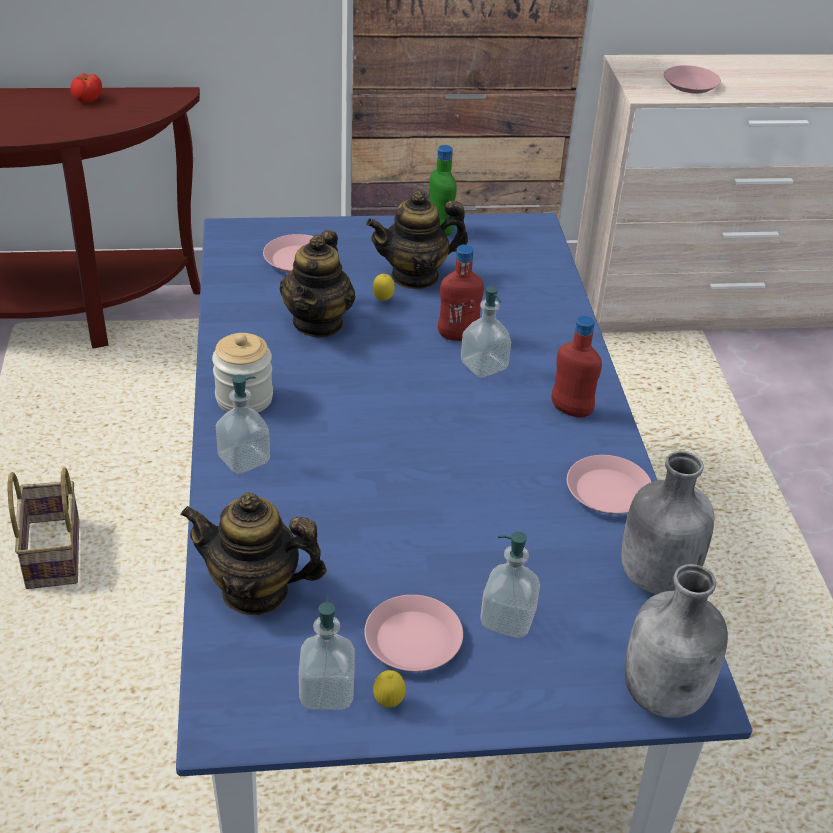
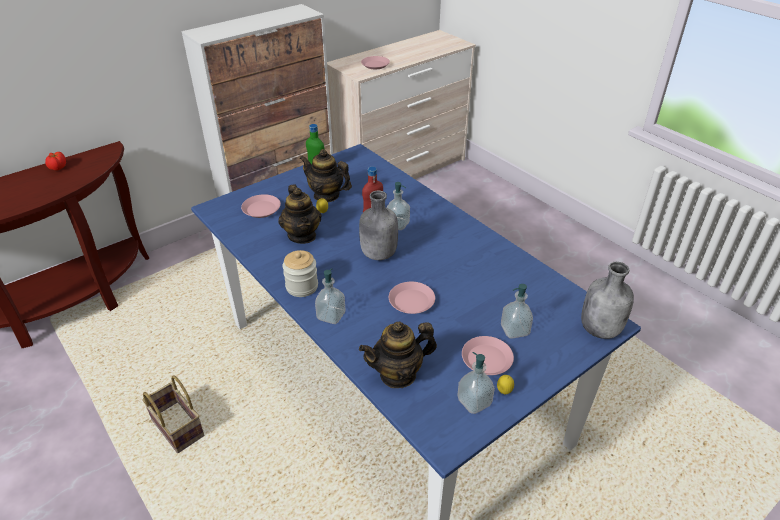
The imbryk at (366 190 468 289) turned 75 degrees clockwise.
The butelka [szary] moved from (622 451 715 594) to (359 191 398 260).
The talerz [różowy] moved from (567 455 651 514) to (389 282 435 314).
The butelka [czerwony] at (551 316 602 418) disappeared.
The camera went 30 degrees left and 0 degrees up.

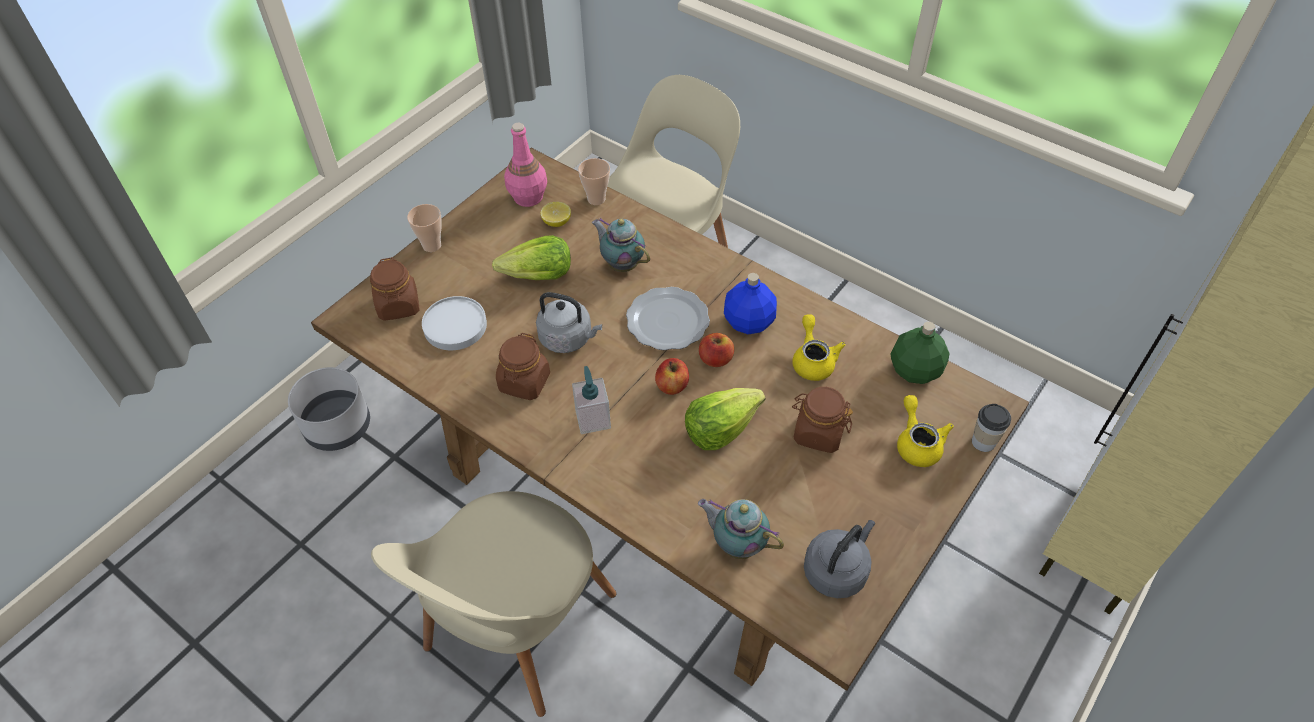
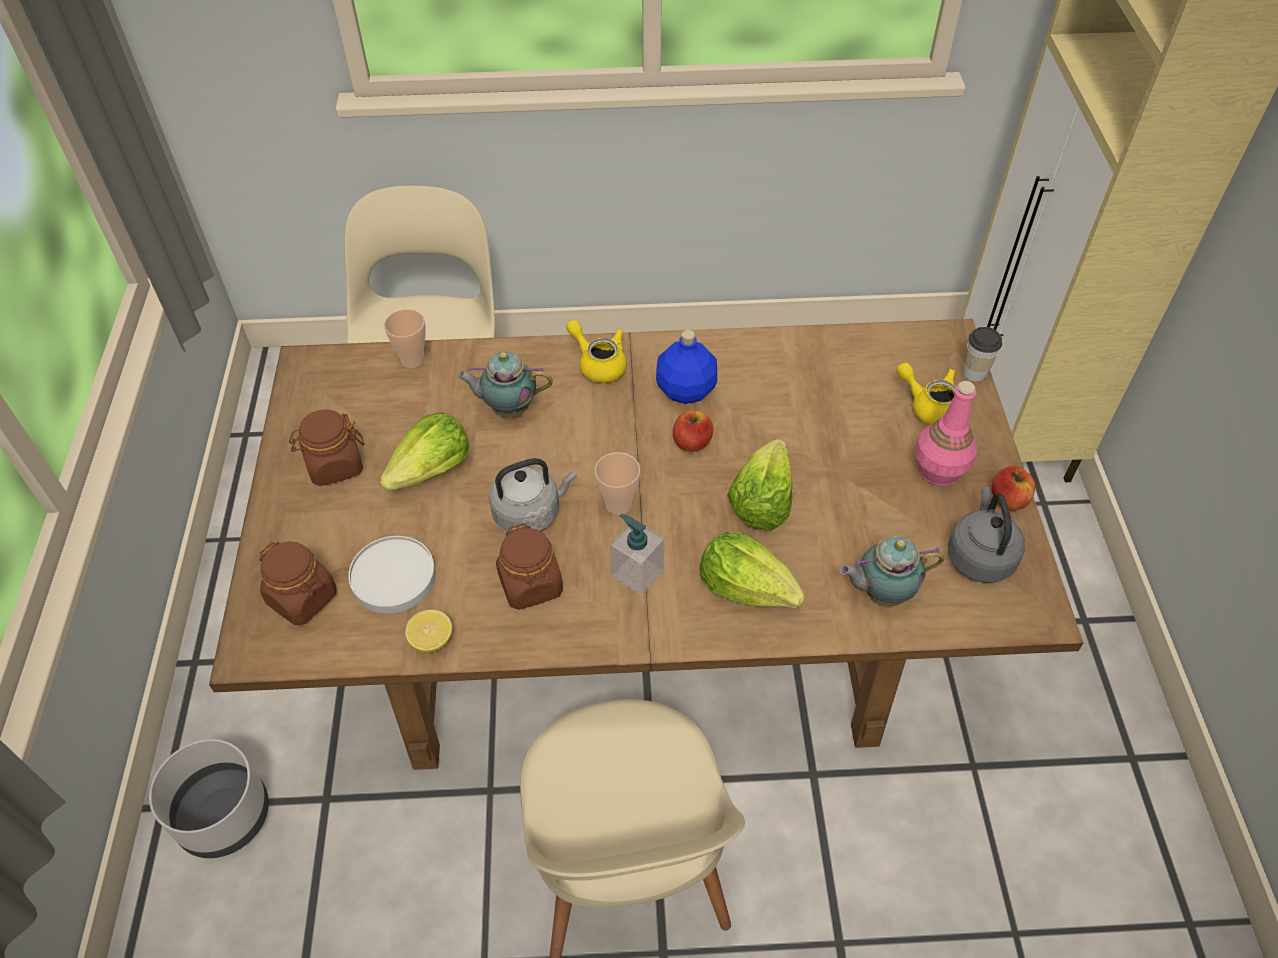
The słoik [brązowy] moved from (792 387 853 453) to (289 409 364 486).
The cytryna moved from (540 202 571 227) to (405 610 452 653).
The imbryk [żółty] moved from (792 314 846 381) to (566 320 627 383).
The filiżanka moved from (407 204 442 252) to (595 452 640 515).
The sałata at (700 532 806 608) appeared.
The butelka [różowy] moved from (504 123 547 207) to (915 381 977 486).
The jabłko moved from (655 358 689 395) to (992 466 1035 510).
The talerz at (626 287 710 350) disappeared.
The butelka [zielony] at (891 321 950 384) disappeared.
The camera went 40 degrees left and 0 degrees up.

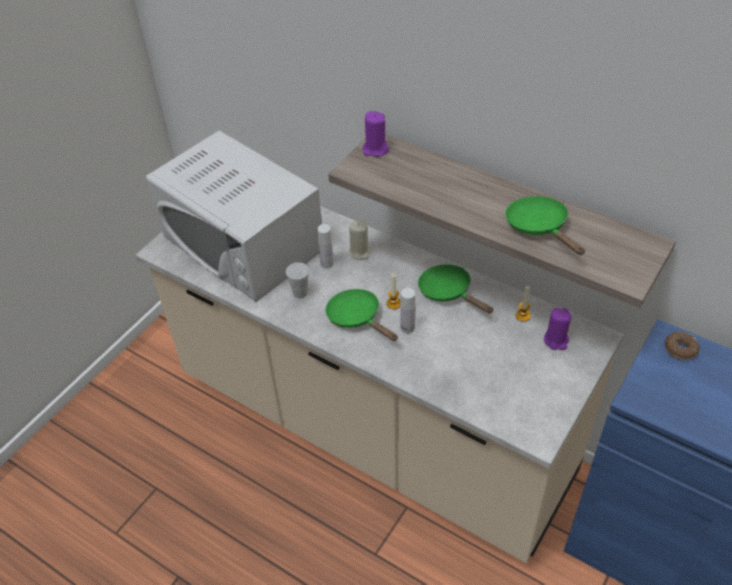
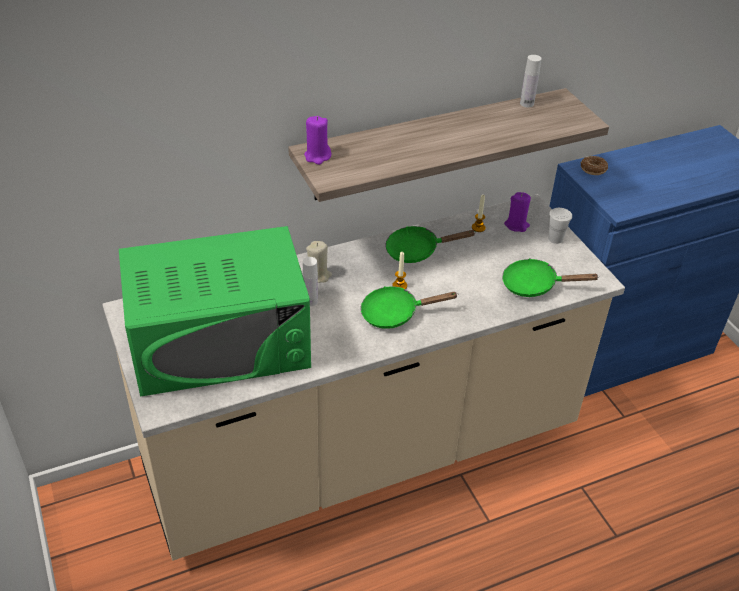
The mikrofalówka [biały] at (146 131 322 302) became the mikrofalówka [zielony] at (119 226 311 396).
The patelnia [zielony] moved from (505 196 585 255) to (502 258 600 297).
The butelka [biały] moved from (400 288 415 334) to (520 55 542 107).
The filiżanka [biały] moved from (286 262 309 298) to (549 208 572 244).
The camera went 60 degrees left and 5 degrees down.

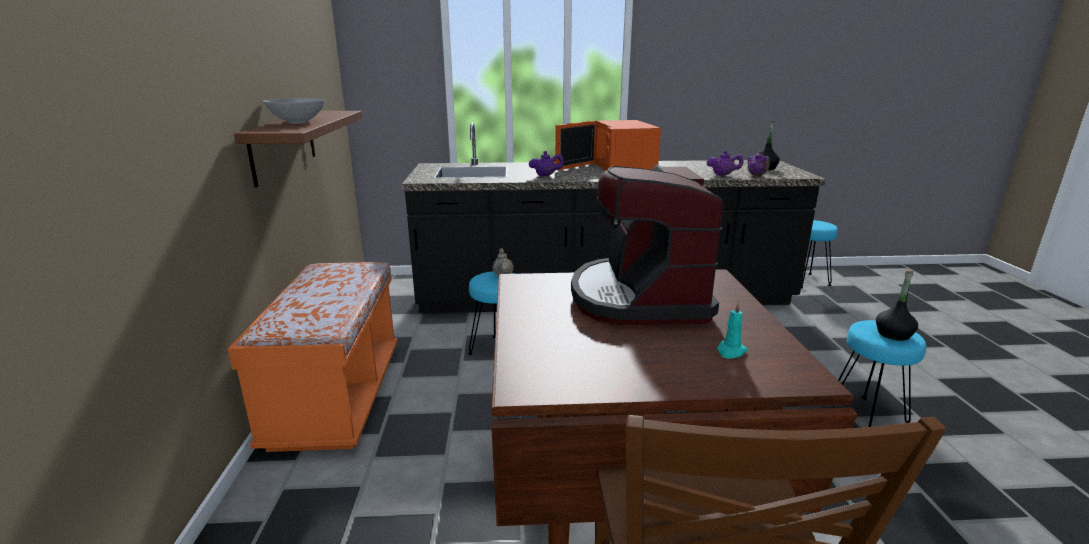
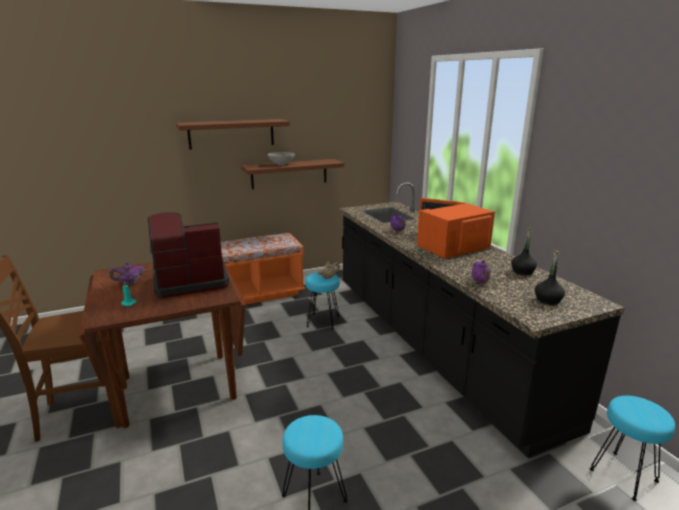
The imbryk [fioletowy] moved from (747 151 770 176) to (109 262 145 285).
The półka [brązowy] at (176 119 290 150) appeared.
The butelka [czarny] moved from (876 270 918 341) to (511 228 537 275).
The camera went 70 degrees right and 0 degrees up.

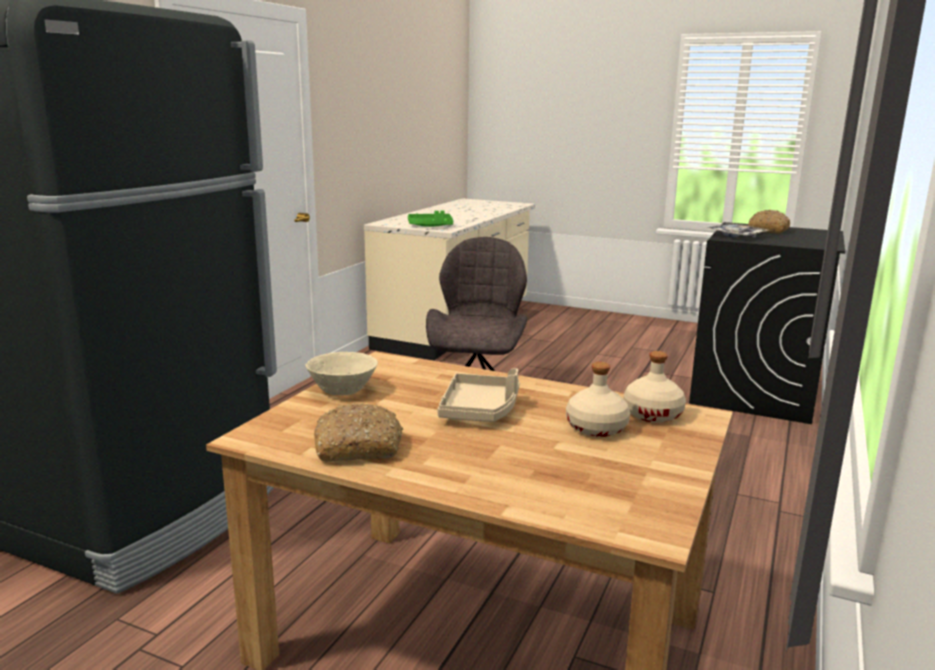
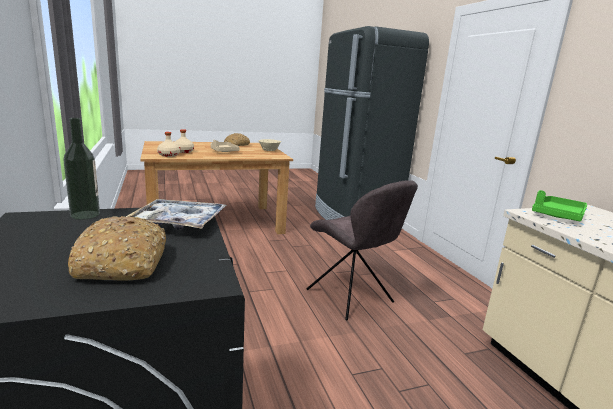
The butelka at (63 118 100 220) appeared.
The camera went 135 degrees right and 0 degrees up.

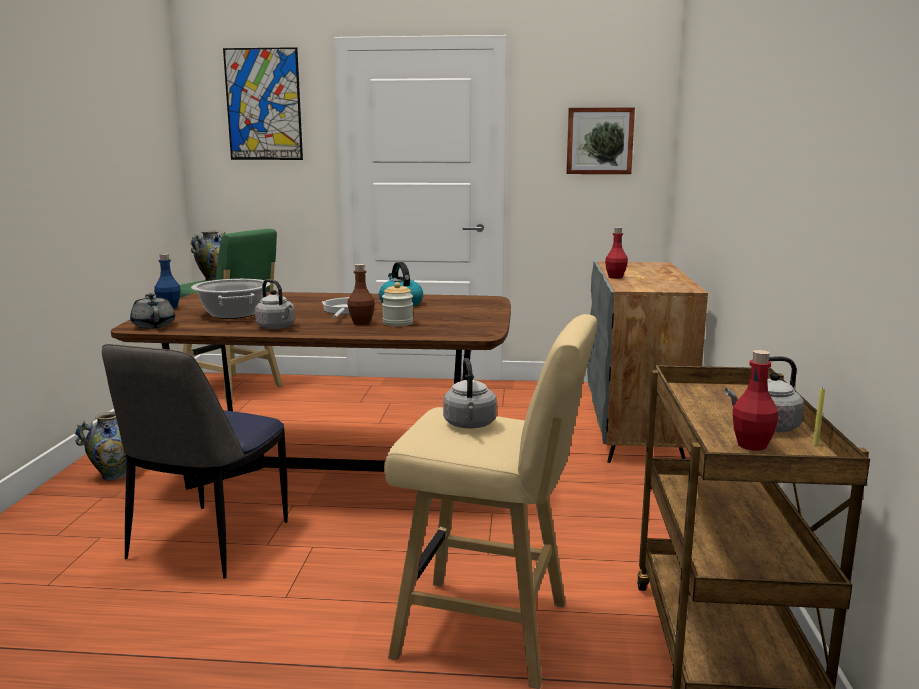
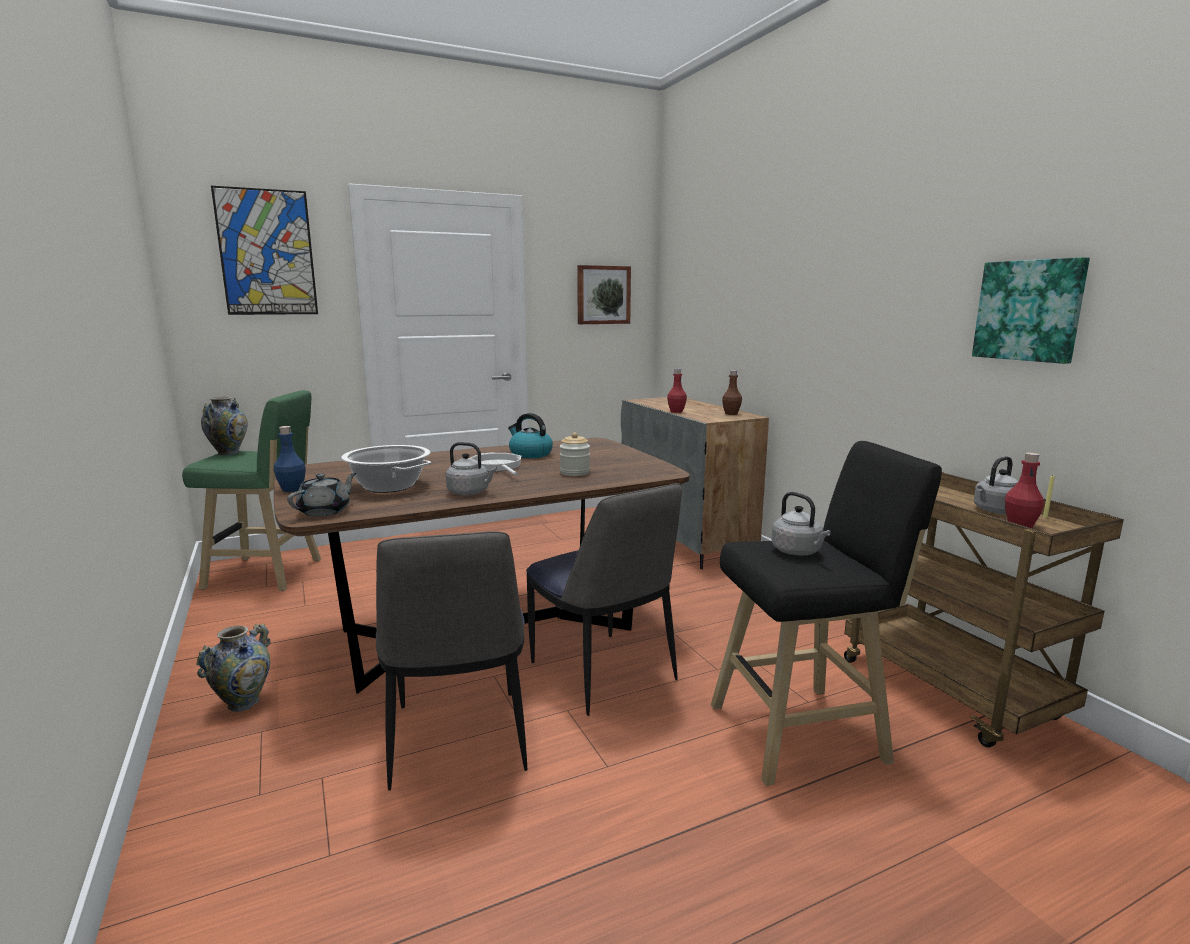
The imbryk [szary] at (130 293 175 329) turned 90 degrees clockwise.
The krzesło at (526 483 682 716) appeared.
The stołek [beżowy] at (384 314 597 689) became the stołek [czarny] at (711 441 942 786).
The butelka [brązowy] moved from (347 264 375 325) to (722 370 742 415).
The obraz at (972 257 1090 364) appeared.
The camera went 30 degrees left and 0 degrees up.

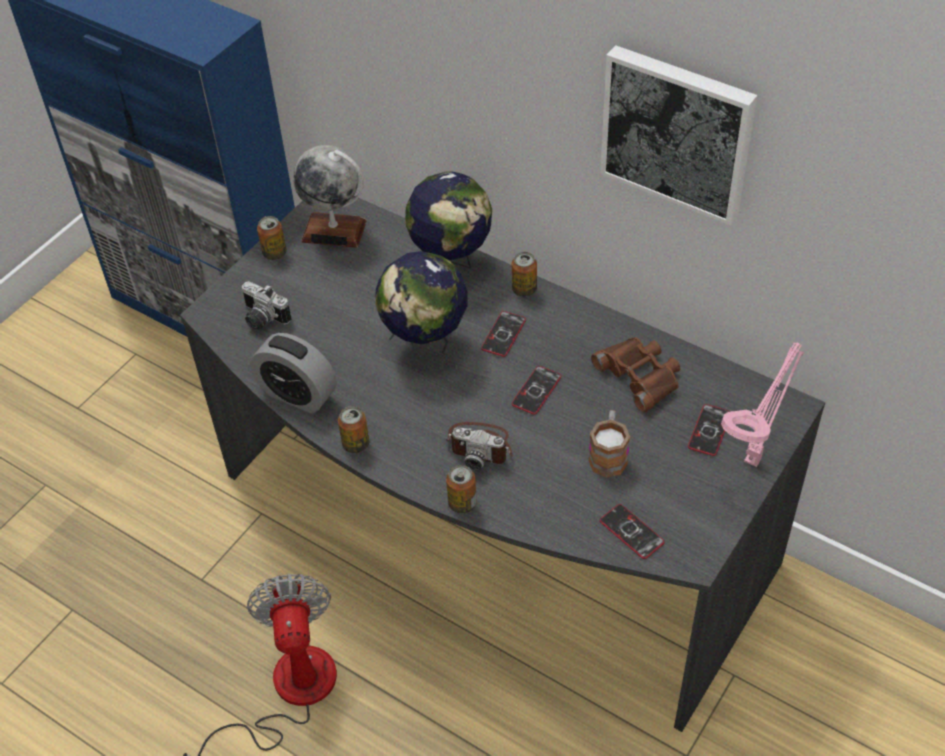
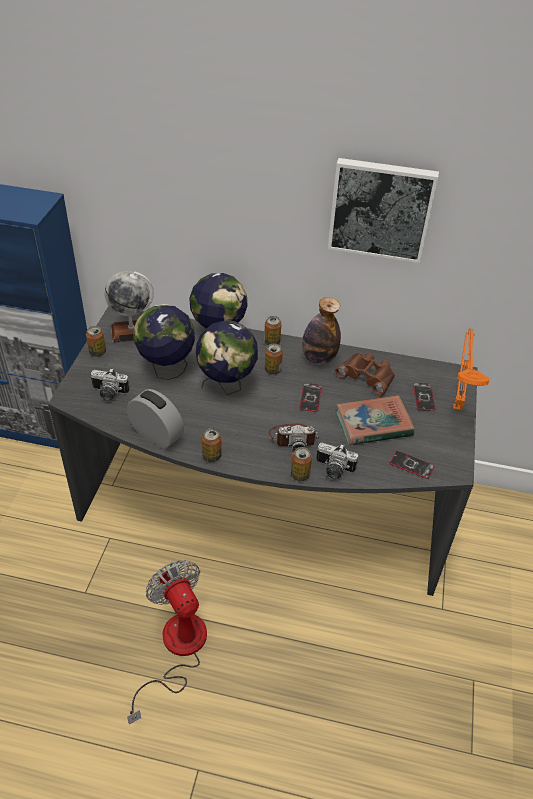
The budzik at (250 333 337 413) turned 150 degrees counterclockwise.
The globus at (133 304 195 380) appeared.
The telefon at (481 311 526 357) was replaced by the puszka at (265 343 283 375).
The butelka at (302 297 341 365) appeared.
The aparat fotograficzny at (316 443 358 480) appeared.
The kubek at (588 410 630 478) was replaced by the książka at (336 395 414 445).
The lampa stołowa [różowy] at (721 343 804 467) became the lampa stołowa [pomarańczowy] at (453 328 490 411).
The camera went 25 degrees left and 5 degrees down.

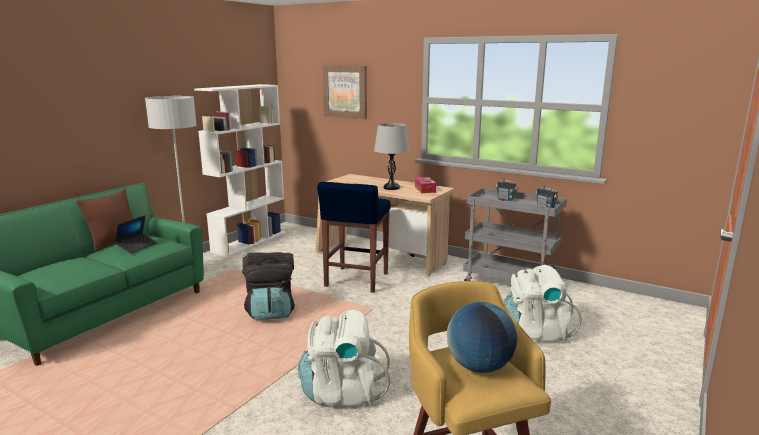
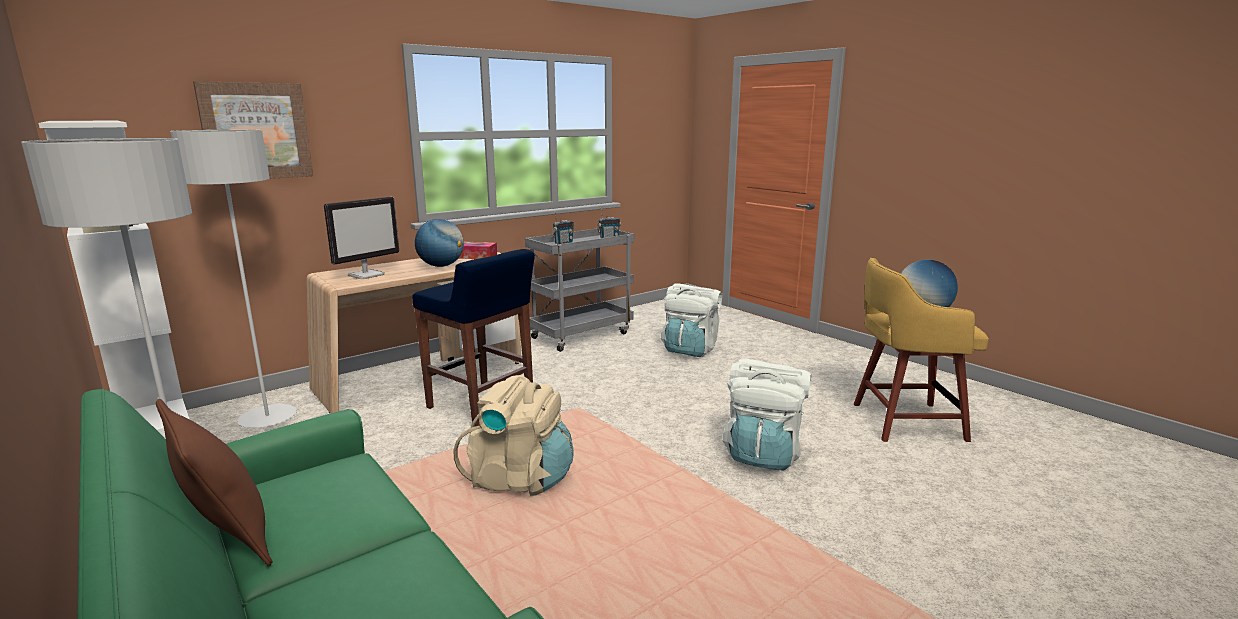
The lampa stojąca [szary] at (170 130 297 428) appeared.
The monitor at (324 197 399 279) appeared.
The lampa stołowa [szary] at (374 123 410 190) was replaced by the globus at (415 219 464 267).
The plecak [czarny] at (242 252 295 320) became the plecak [beżowy] at (454 375 574 496).
The laptop at (115 215 157 254) disappeared.
The camera went 70 degrees left and 0 degrees up.

